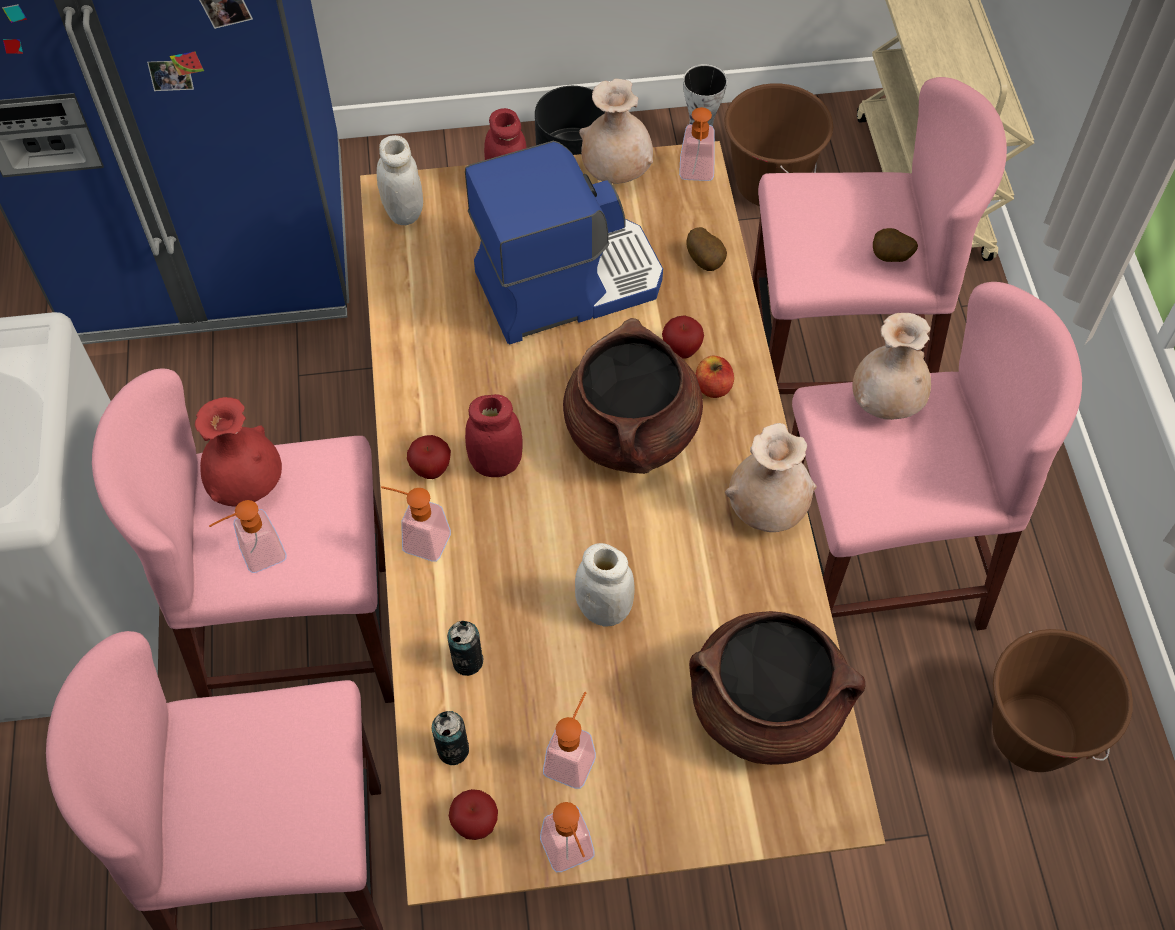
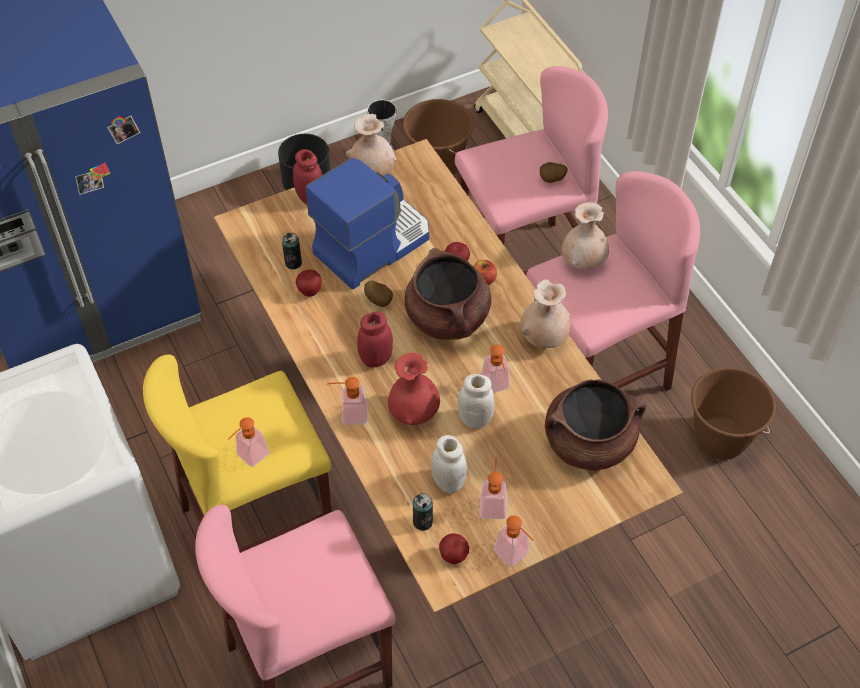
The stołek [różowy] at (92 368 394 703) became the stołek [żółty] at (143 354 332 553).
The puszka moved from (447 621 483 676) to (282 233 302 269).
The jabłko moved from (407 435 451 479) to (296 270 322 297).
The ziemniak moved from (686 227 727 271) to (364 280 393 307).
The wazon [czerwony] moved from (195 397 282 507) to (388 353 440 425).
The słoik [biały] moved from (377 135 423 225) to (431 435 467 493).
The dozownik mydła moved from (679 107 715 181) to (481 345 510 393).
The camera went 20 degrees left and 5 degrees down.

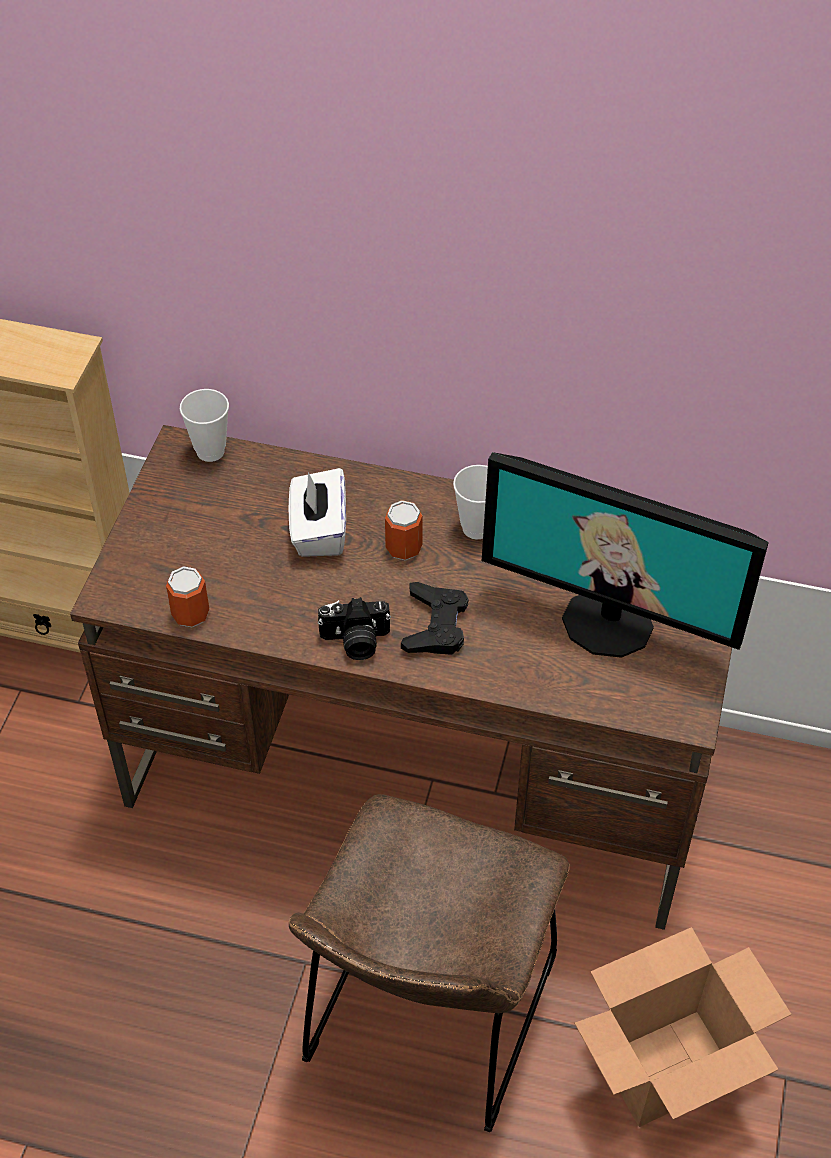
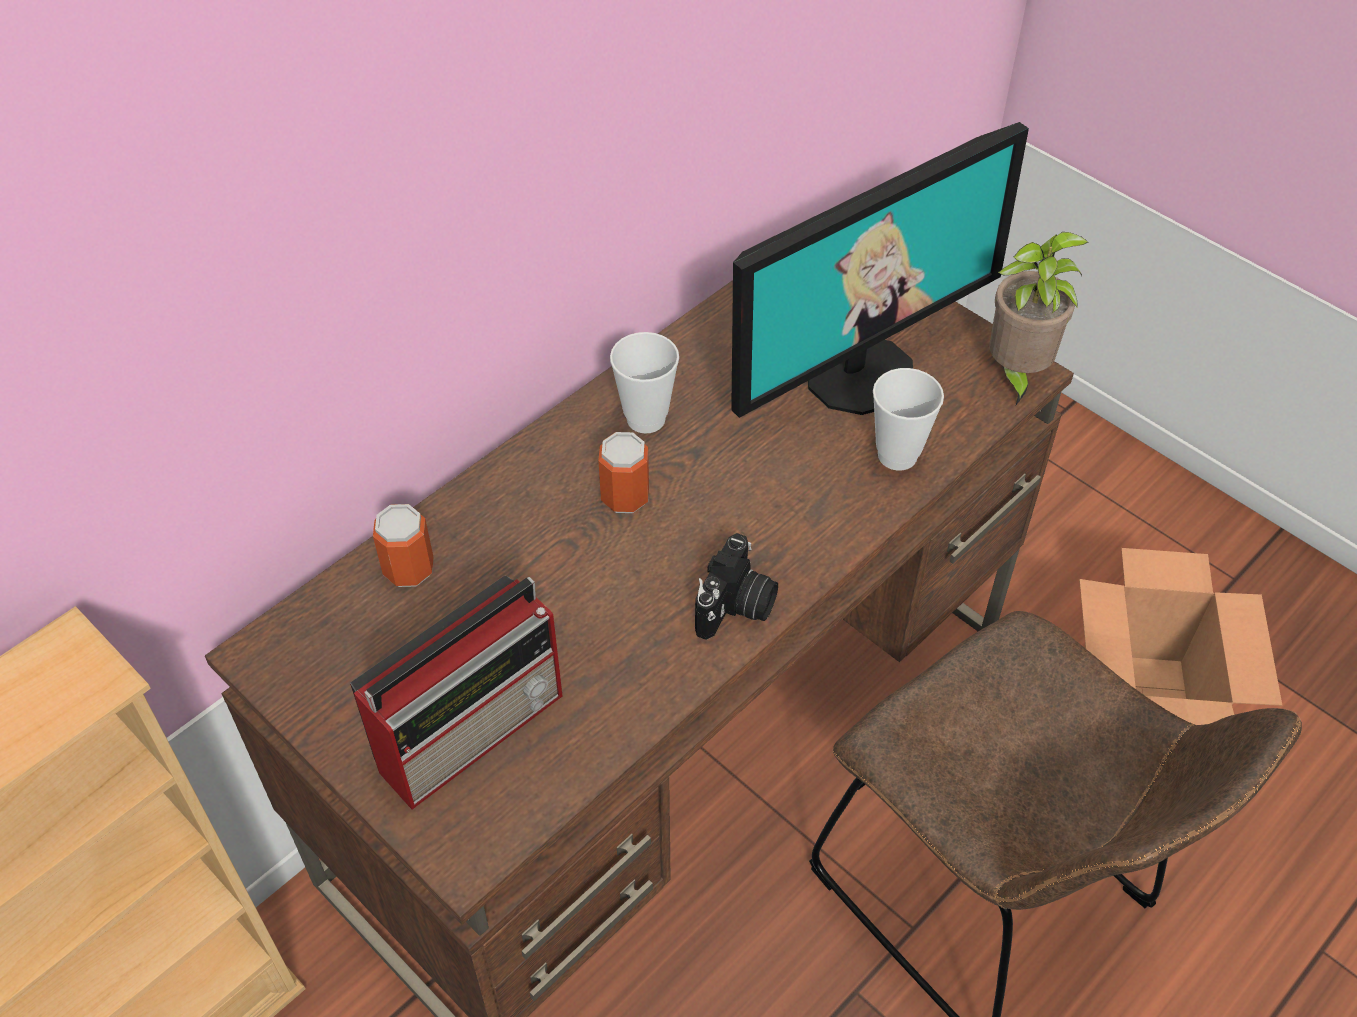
The radio at (350 575 562 810) appeared.
The puszka moved from (166 566 209 627) to (373 504 434 587).
The filiżanka moved from (180 389 229 462) to (873 368 944 471).
The roślina doniczkowa at (989 232 1089 405) appeared.
The pudełko chusteczek [biały] at (289 468 346 557) disappeared.
The pad do gier [czarny] at (401 582 468 655) disappeared.
The camera went 60 degrees left and 0 degrees up.

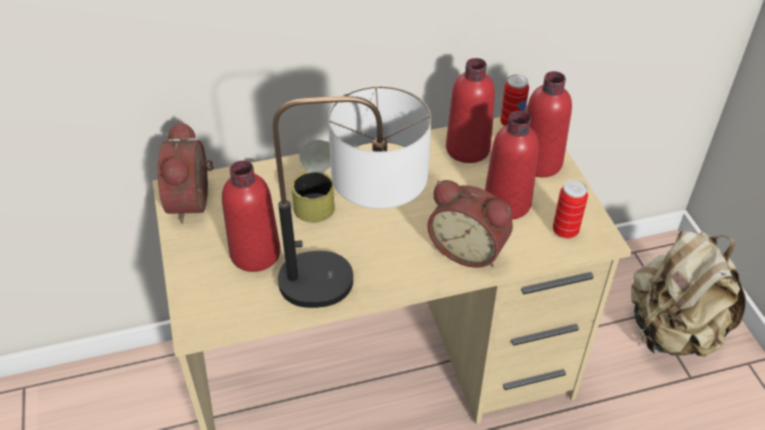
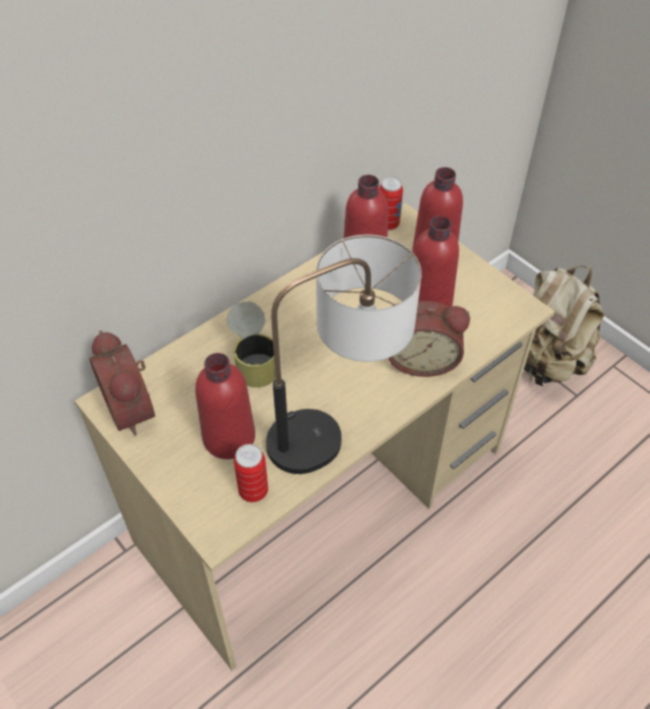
The puszka moved from (553 180 588 239) to (234 444 268 502).
The camera went 25 degrees left and 5 degrees up.

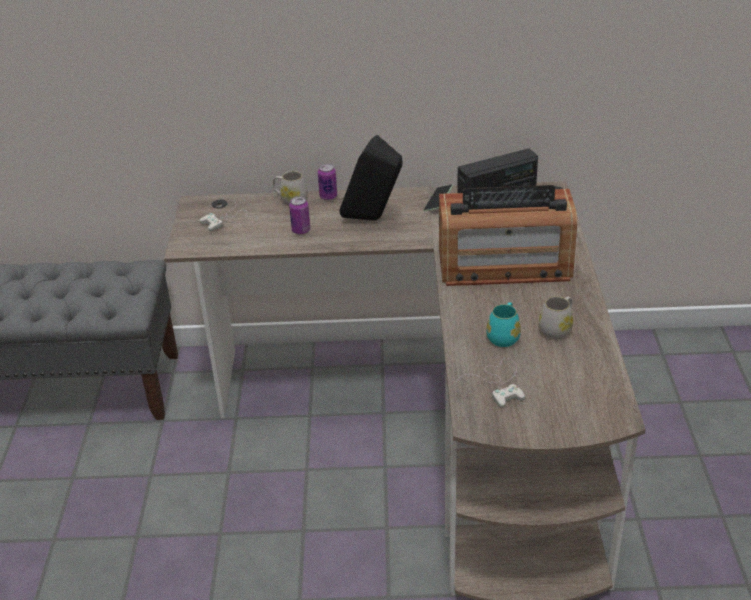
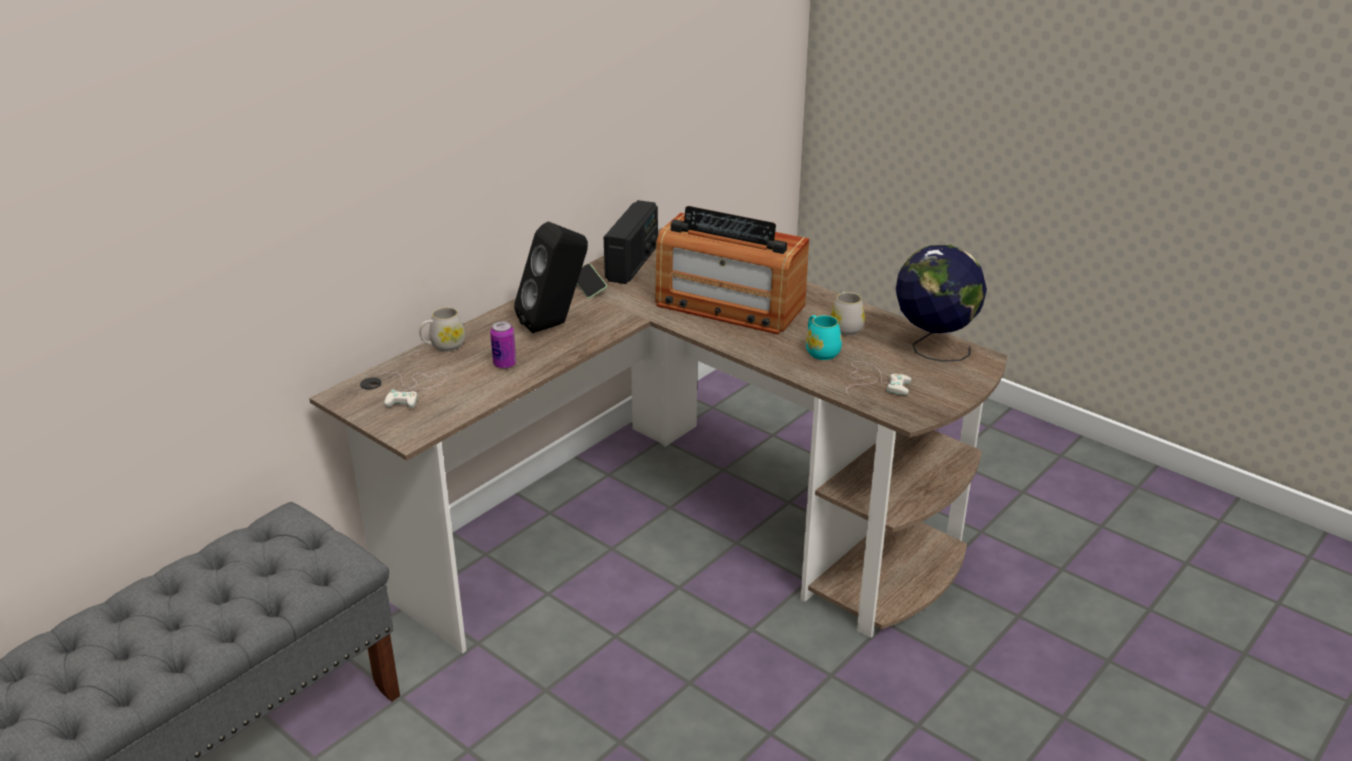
The radio at (439 185 577 286) turned 75 degrees clockwise.
The globus at (896 245 987 362) appeared.
The puszka at (318 164 337 200) disappeared.
The camera went 50 degrees left and 5 degrees down.

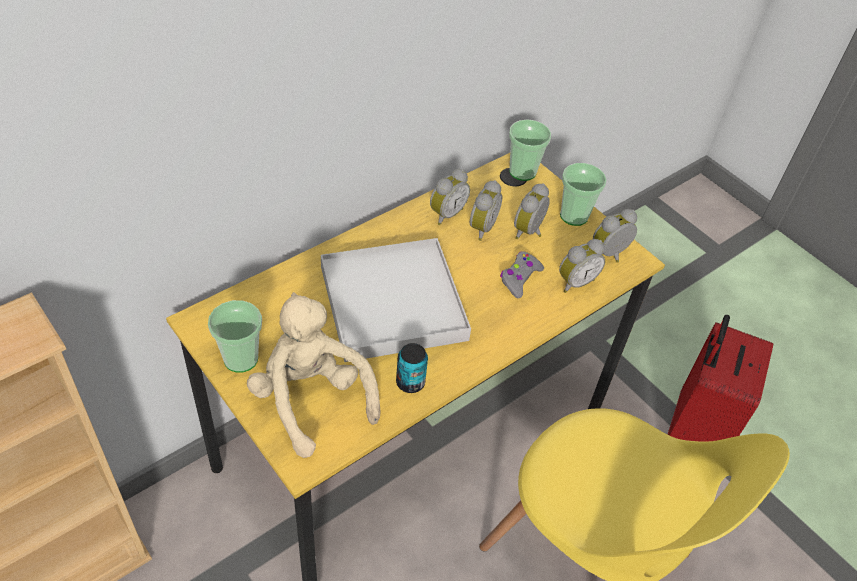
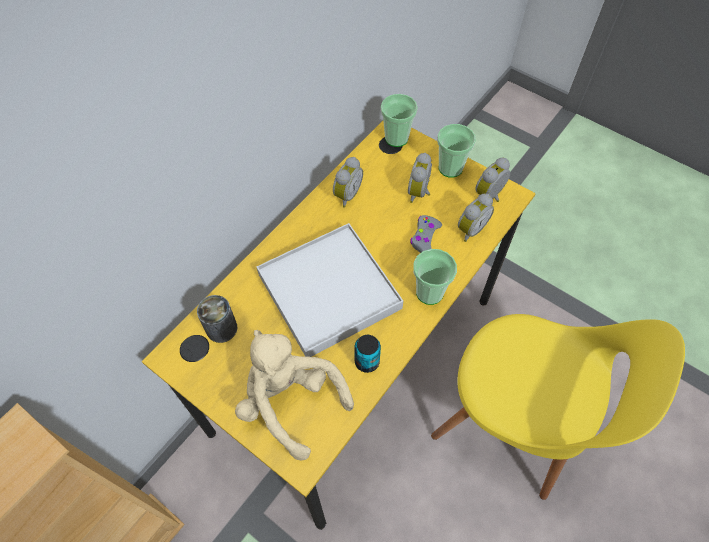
The puszka at (197 295 237 343) appeared.
The filiżanka moved from (208 300 262 373) to (413 249 457 305).
The budzik at (470 180 503 241) disappeared.
The walizka [czerwony] at (668 315 773 442) disappeared.
The camera went 10 degrees left and 10 degrees up.

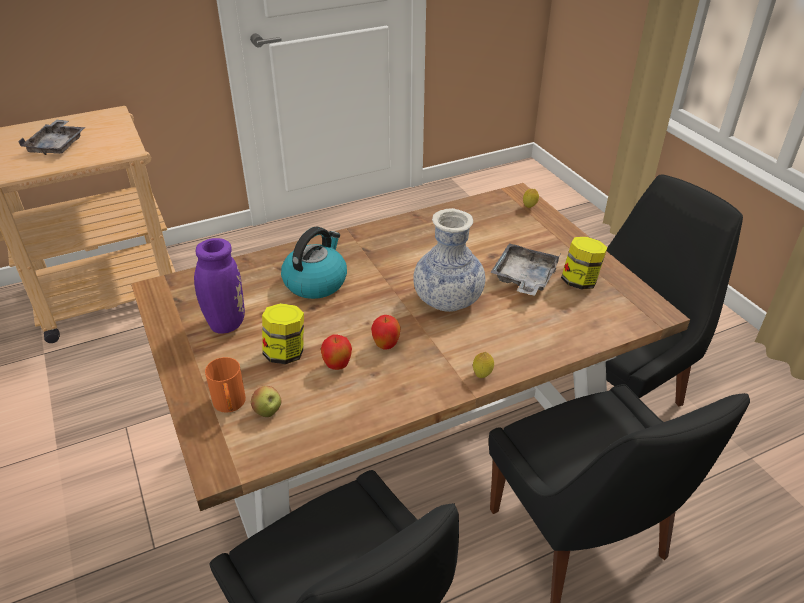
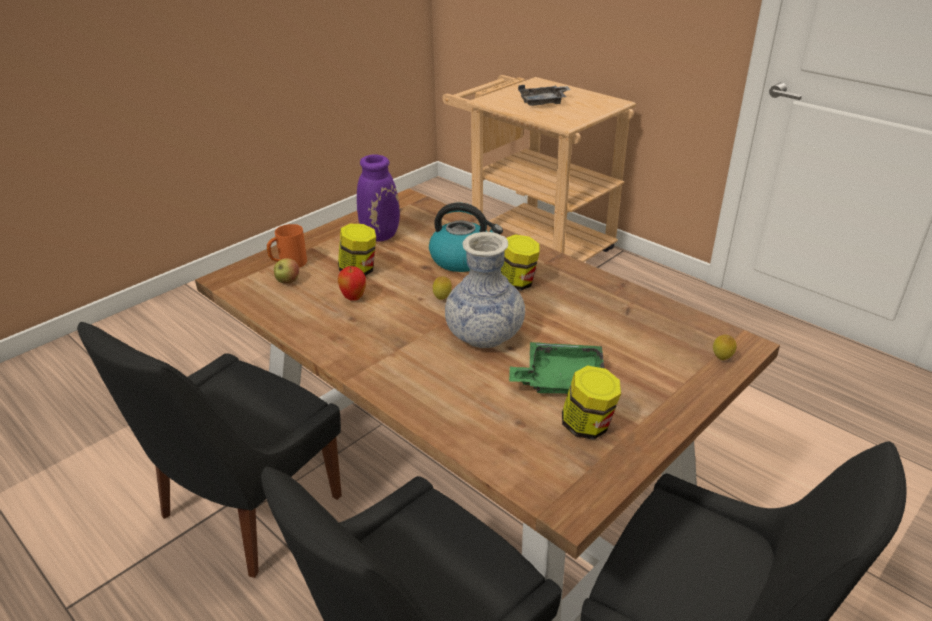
The cytryna moved from (473 352 494 378) to (433 276 452 300).
The słoik at (501 234 540 291) appeared.
The taca [szary] at (490 243 560 296) became the taca [zielony] at (509 342 604 394).
The jabłko at (371 315 401 350) disappeared.
The camera went 70 degrees right and 5 degrees down.

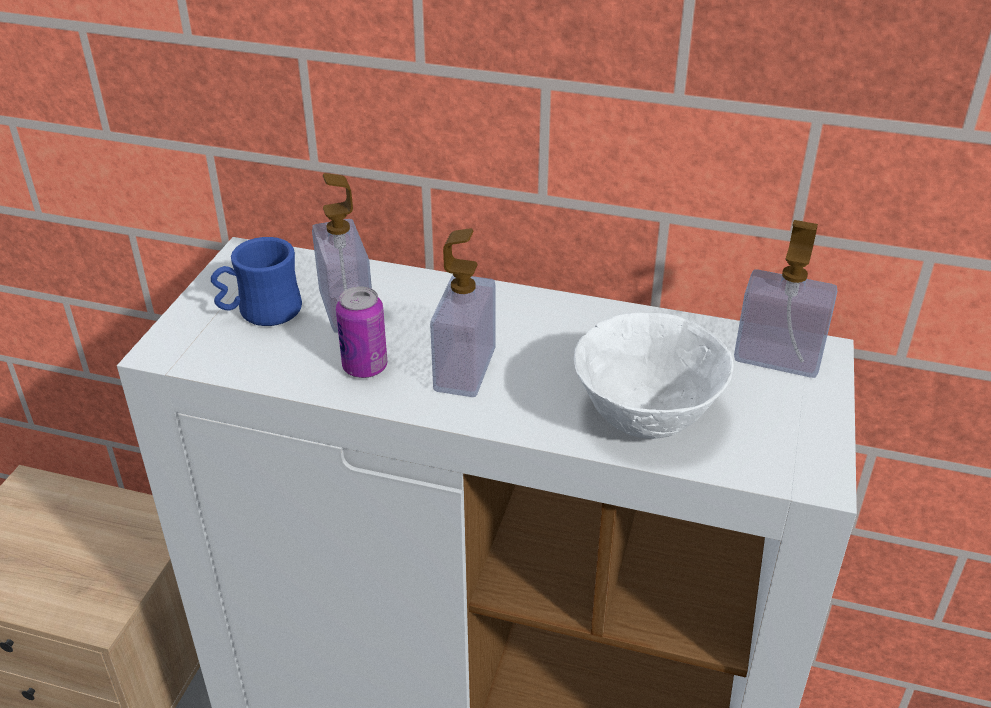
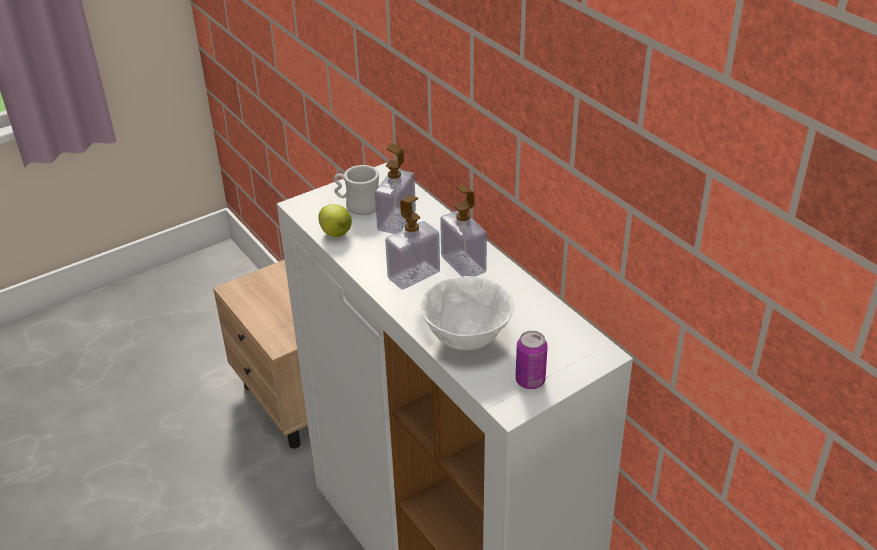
The jabłko at (318 204 352 237) appeared.
The kubek [niebieski] at (211 237 302 326) became the kubek [biały] at (334 165 379 215).
The dozownik mydła moved from (734 220 837 378) to (440 185 487 277).
The puszka moved from (336 286 387 378) to (515 331 548 389).
The camera went 40 degrees right and 0 degrees up.

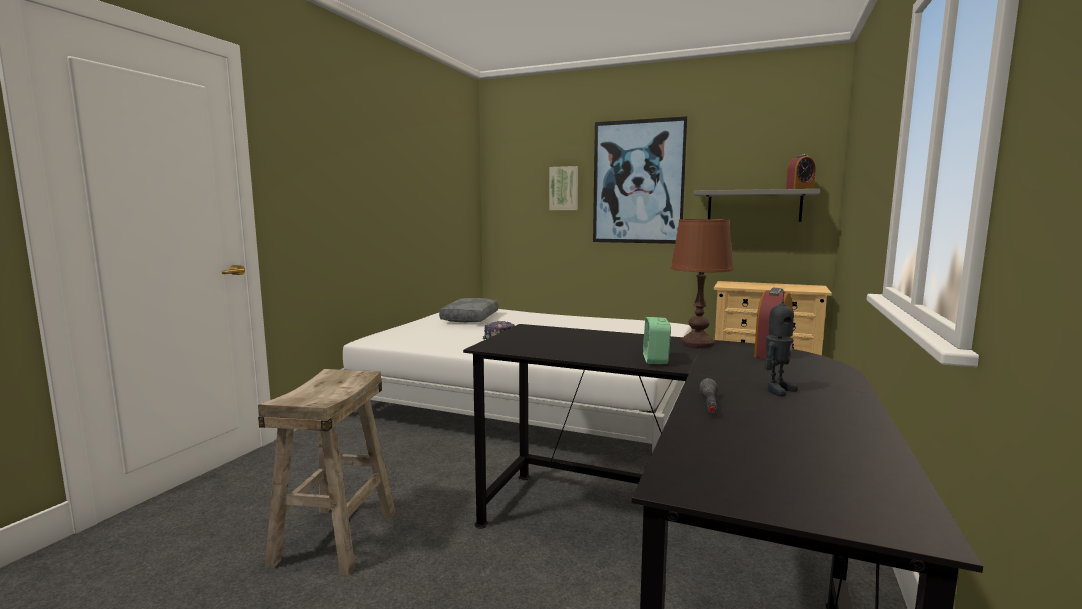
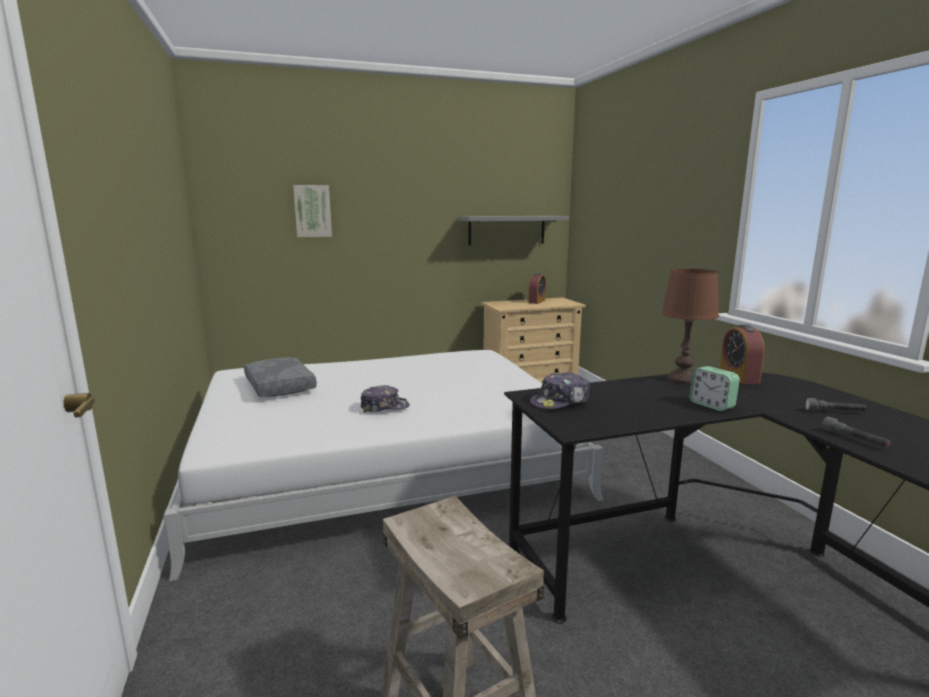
The budzik moved from (786 155 816 189) to (528 273 546 304).
The czapka z daszkiem at (530 372 590 409) appeared.
The robot zabawkowy at (764 291 798 397) was replaced by the latarka [szary] at (805 398 866 411).
The obraz at (593 116 688 244) disappeared.
The camera went 40 degrees left and 5 degrees up.

